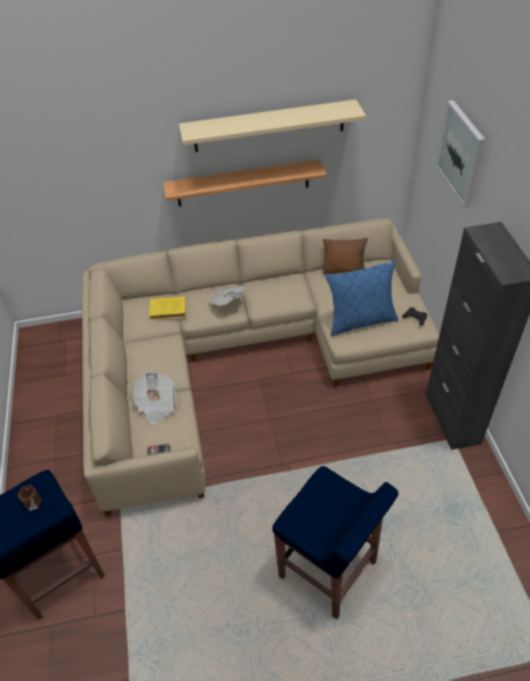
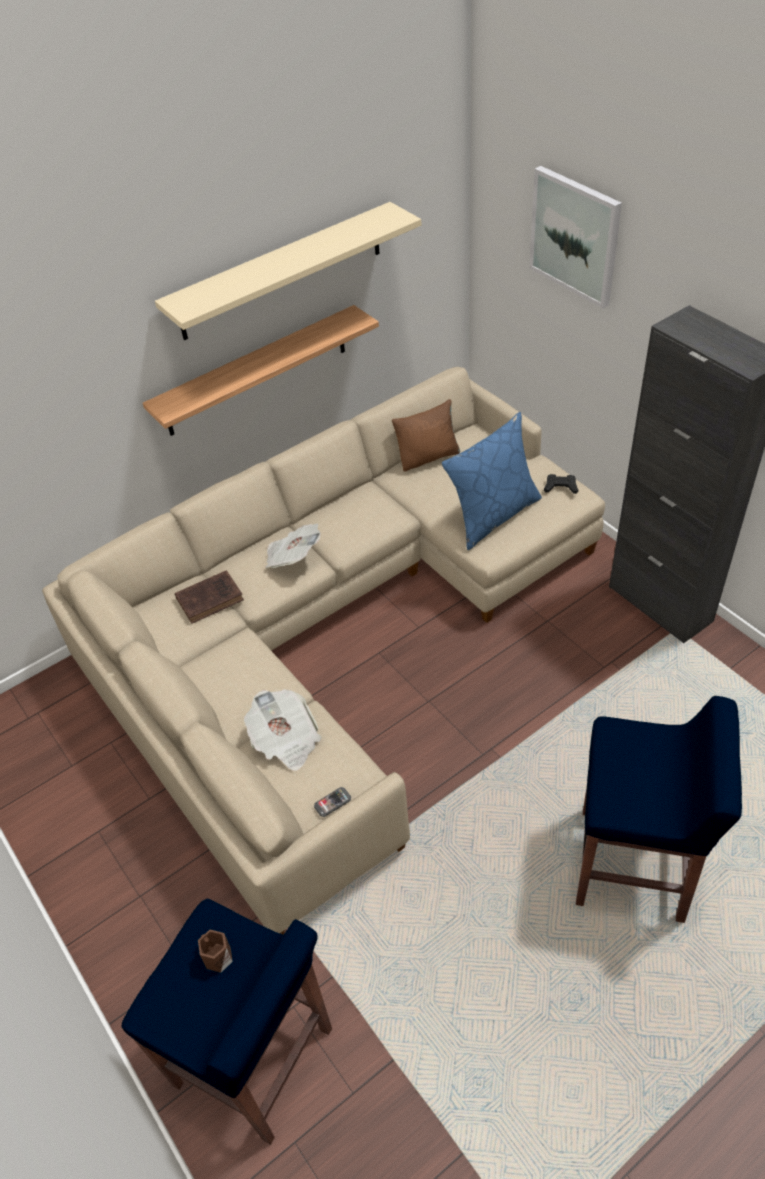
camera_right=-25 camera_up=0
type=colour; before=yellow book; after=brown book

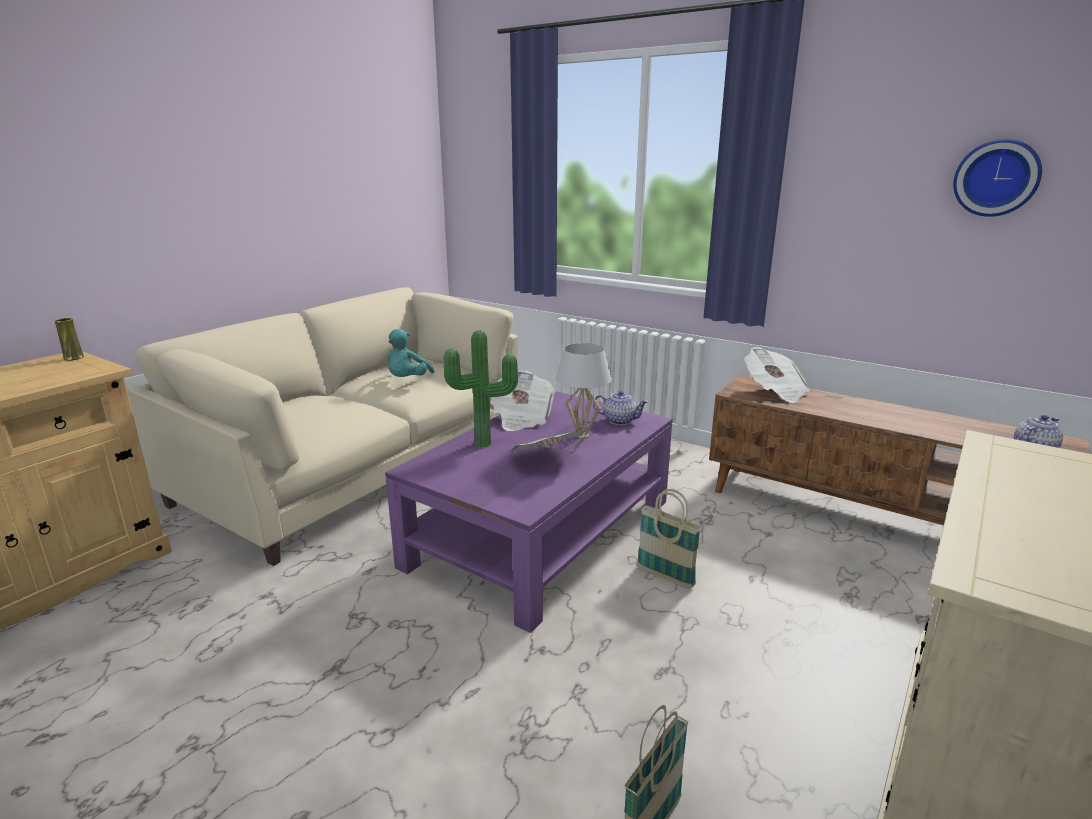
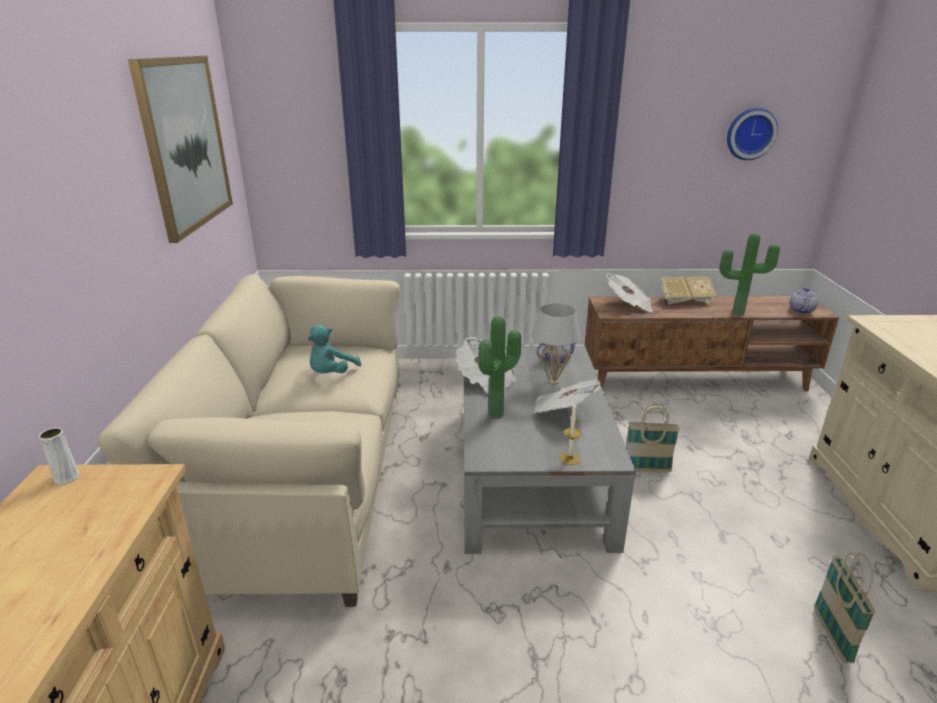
camera_right=-35 camera_up=5
type=colour; before=yellow vase; after=white vase
type=colour; before=purple coffee table; after=grey coffee table
type=spun; before=turquoise plush toy; turn=45
type=appeared; after=picture
type=appeared; after=candle
type=appeared; after=book
type=appeared; after=potted plant (no. 2 from left)

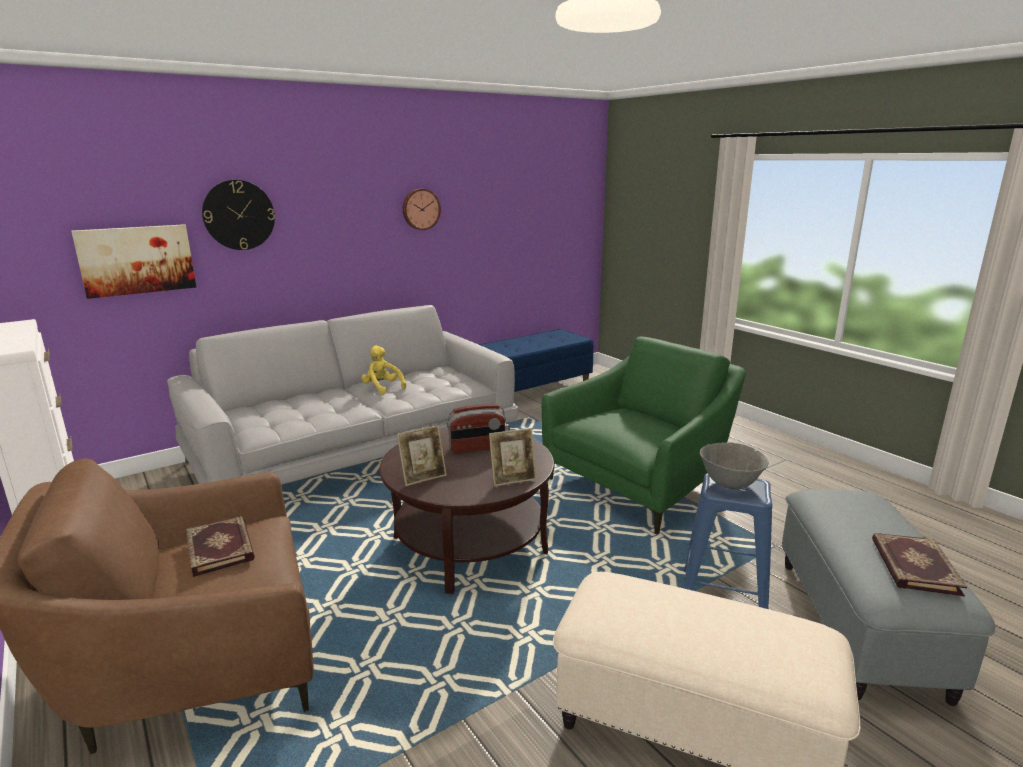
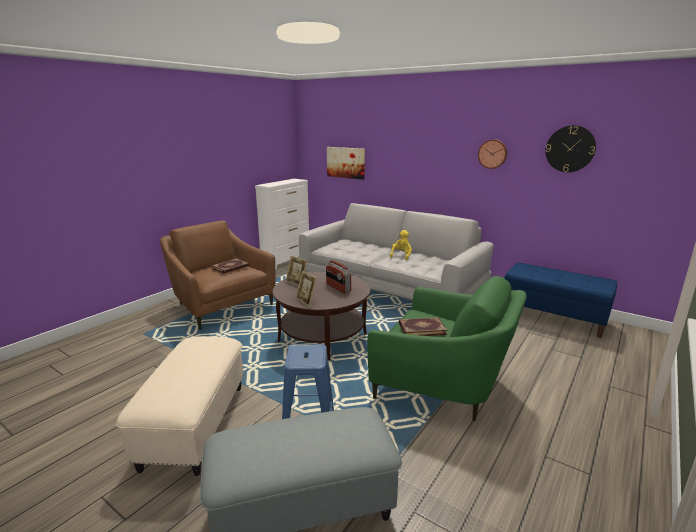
camera_right=70 camera_up=0
type=relocated; before=wall clock (no. 1 from left in the first image); after=wall clock (no. 2 from left)
type=missing; before=grey bowl
type=relocated; before=book (no. 2 from left)

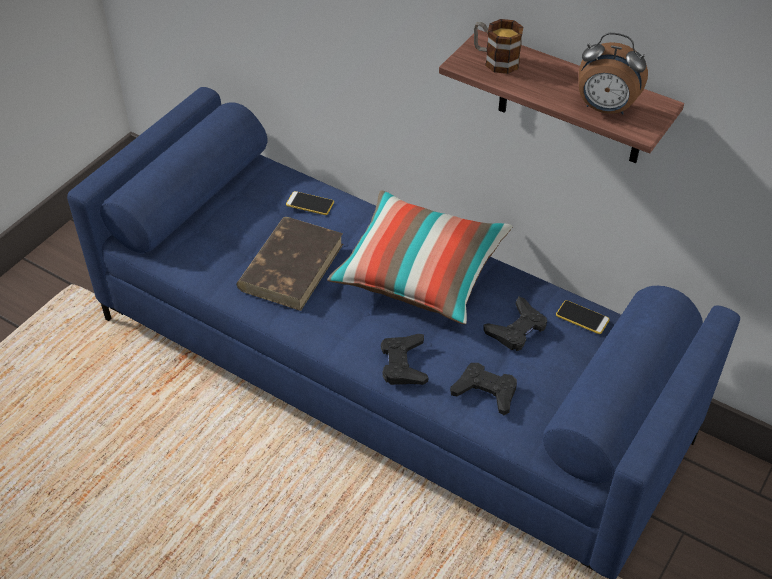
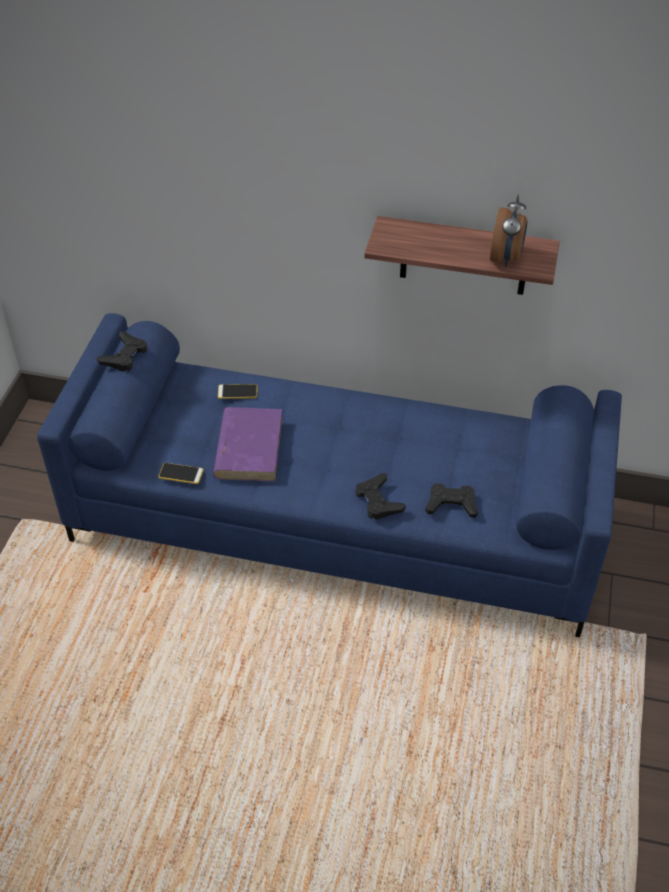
camera_right=-20 camera_up=0
type=colour; before=brown book; after=purple book
type=missing; before=pillow
type=missing; before=mug
type=relocated; before=black game controller (no. 3 from left in the first image); after=black game controller (no. 1 from left)
type=relocated; before=phone (no. 2 from left in the first image); after=phone (no. 1 from left)
type=spun; before=alarm clock; turn=-75

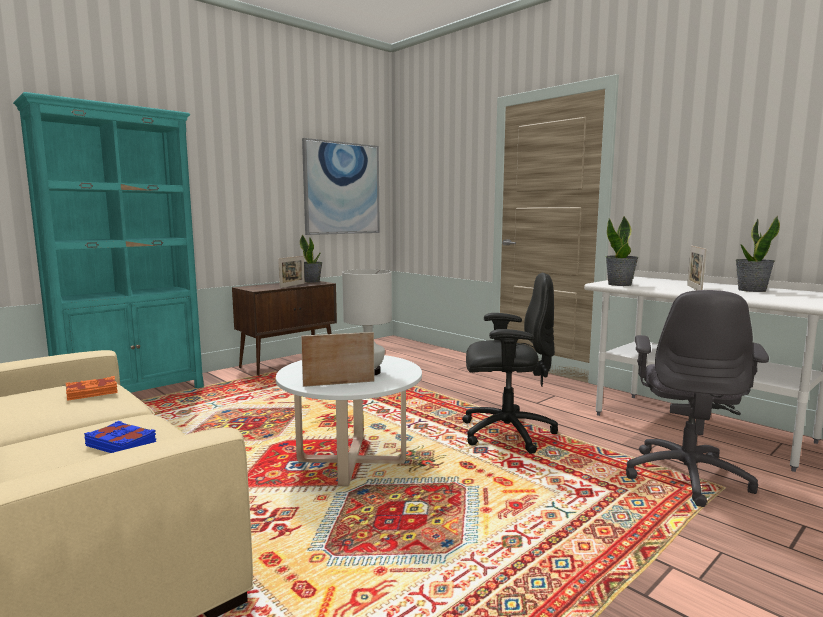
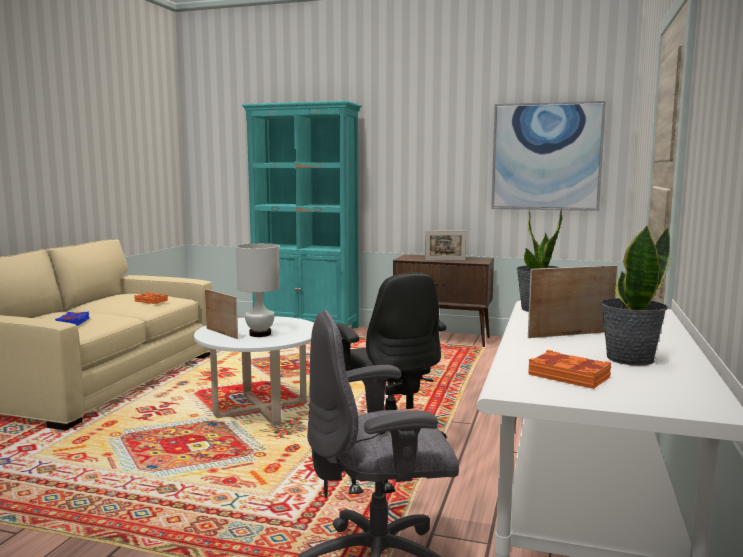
camera_right=60 camera_up=0
type=missing; before=potted plant (no. 1 from left)
type=appeared; after=orange book (no. 2 from left)

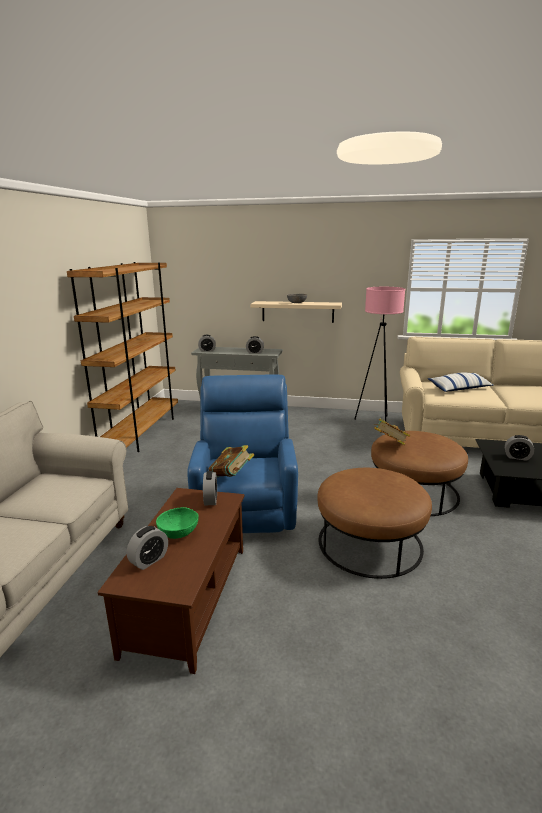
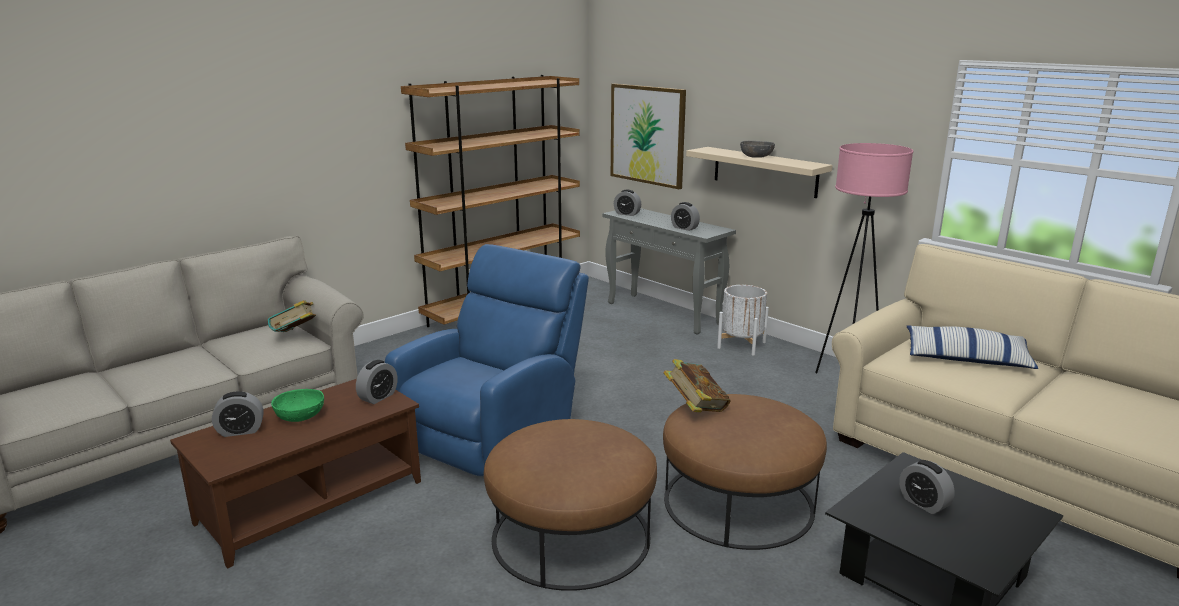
camera_right=35 camera_up=0
type=relocated; before=book (no. 1 from left)
type=appeared; after=picture
type=appeared; after=white planter

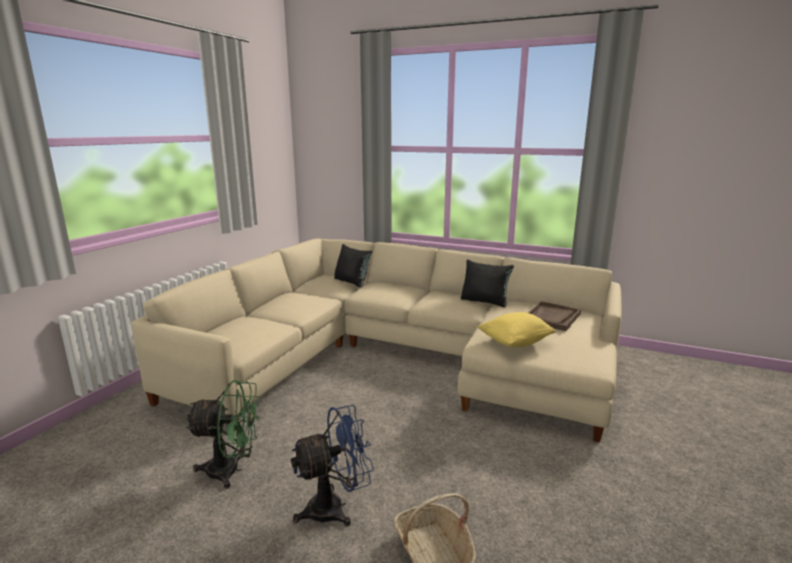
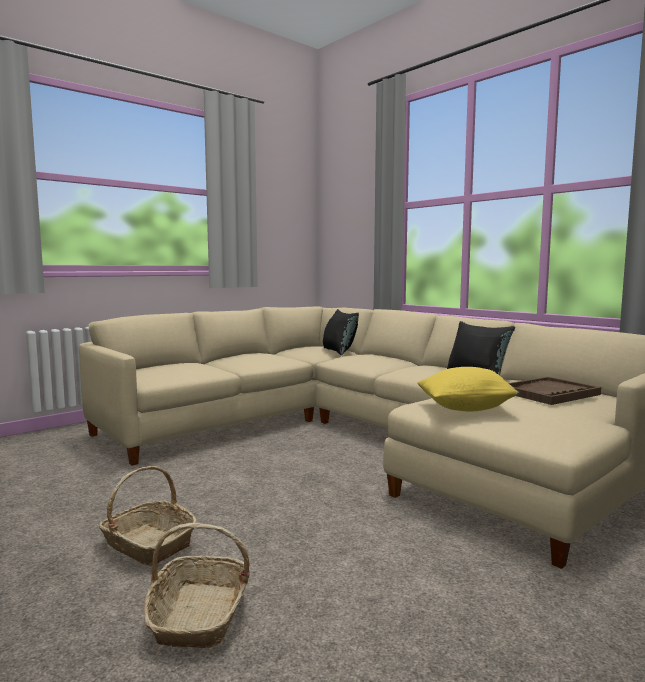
camera_right=25 camera_up=-10
type=missing; before=green fan
type=exchanged; before=blue fan; after=basket (no. 1 from left)

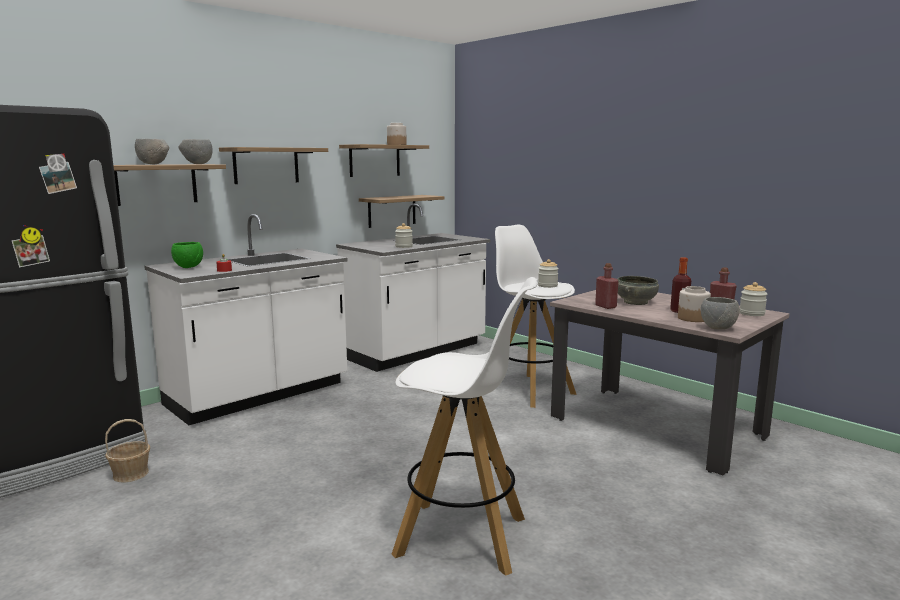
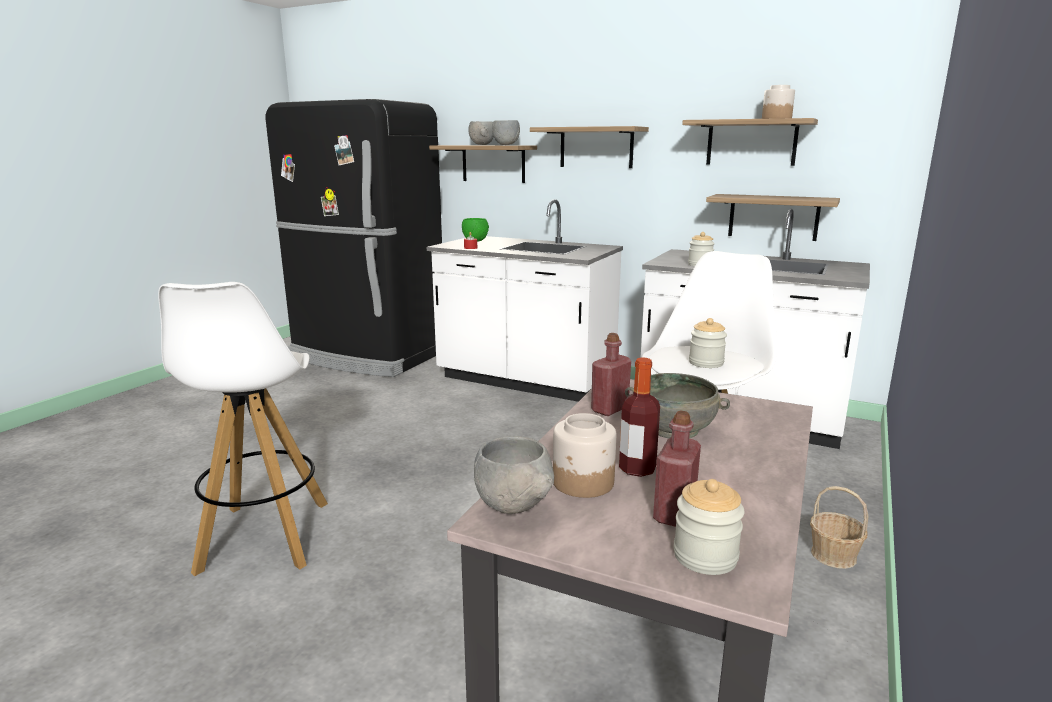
camera_right=70 camera_up=5
type=relocated; before=basket

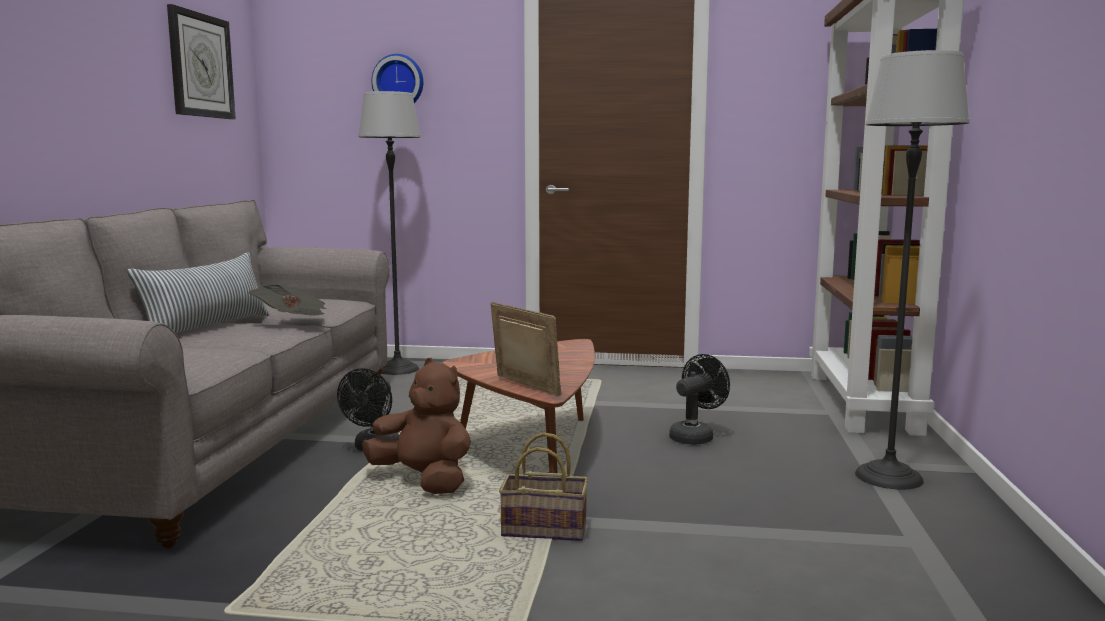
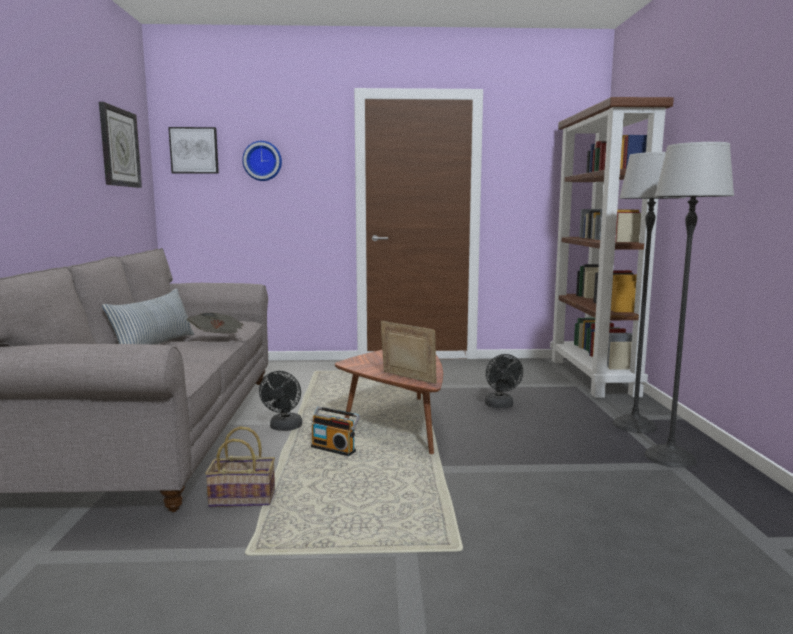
camera_right=-10 camera_up=0
type=relocated; before=floor lamp (no. 1 from left in the first image); after=floor lamp (no. 2 from left)
type=exchanged; before=brown plush toy; after=radio
type=relocated; before=basket
type=spun; before=black fan (no. 2 from left); turn=135
type=appeared; after=picture

